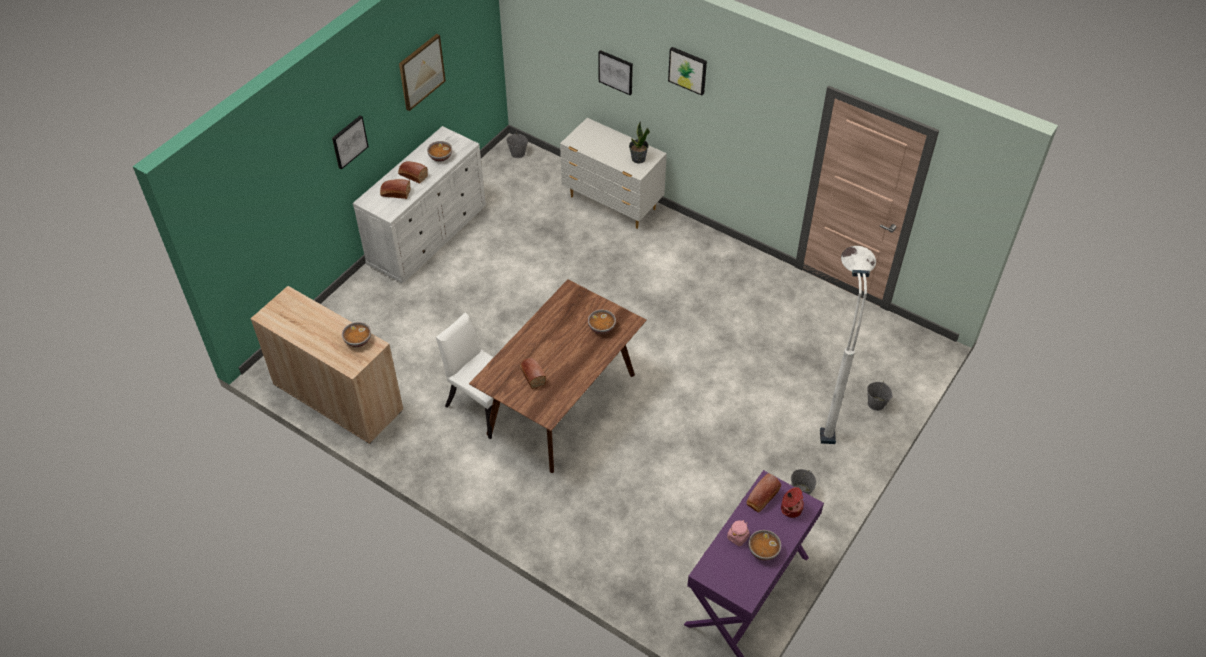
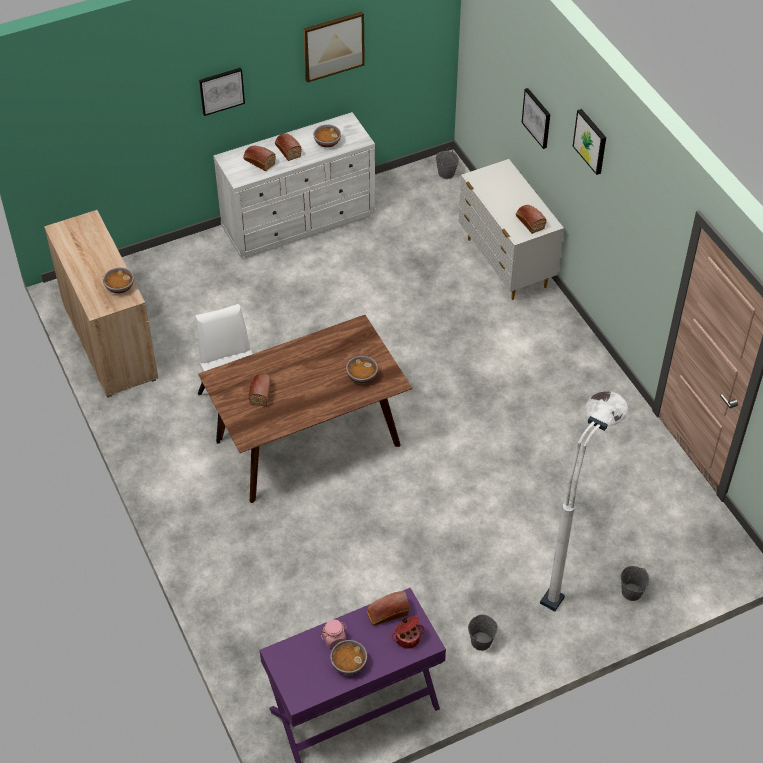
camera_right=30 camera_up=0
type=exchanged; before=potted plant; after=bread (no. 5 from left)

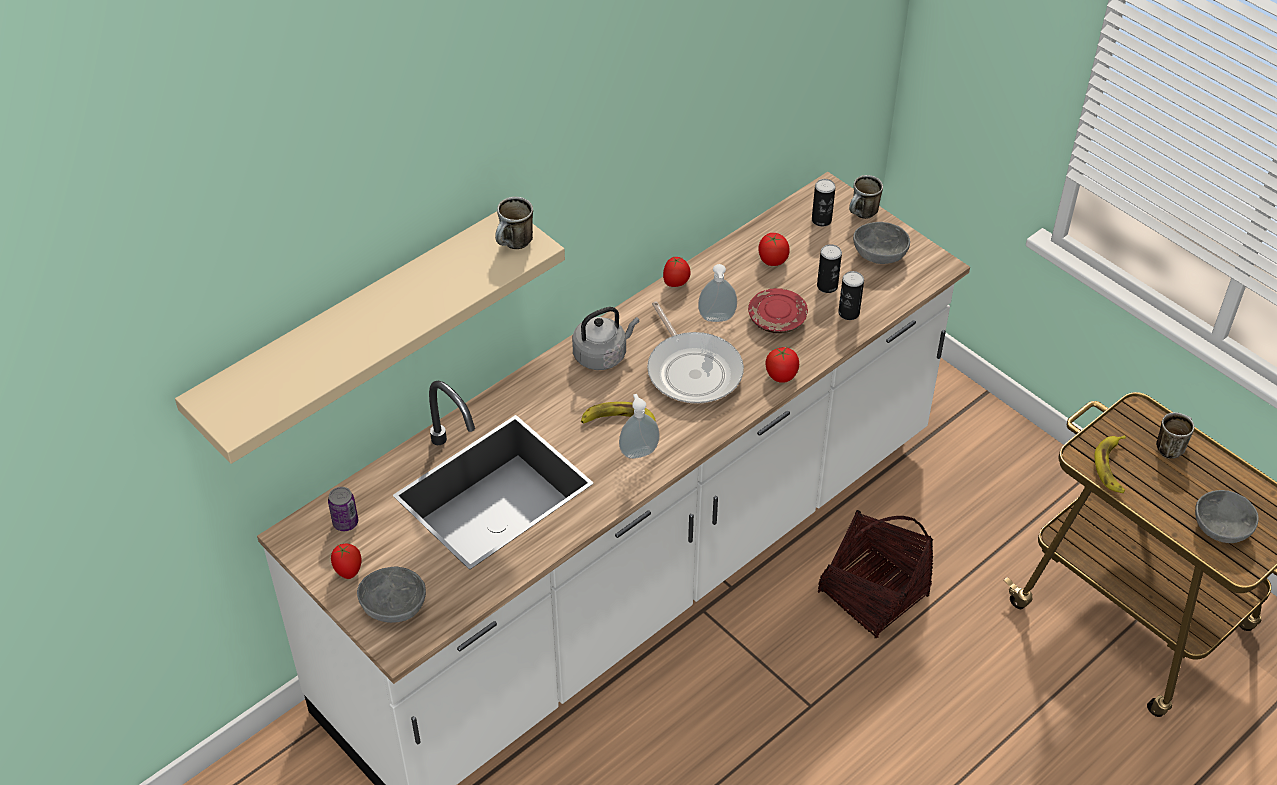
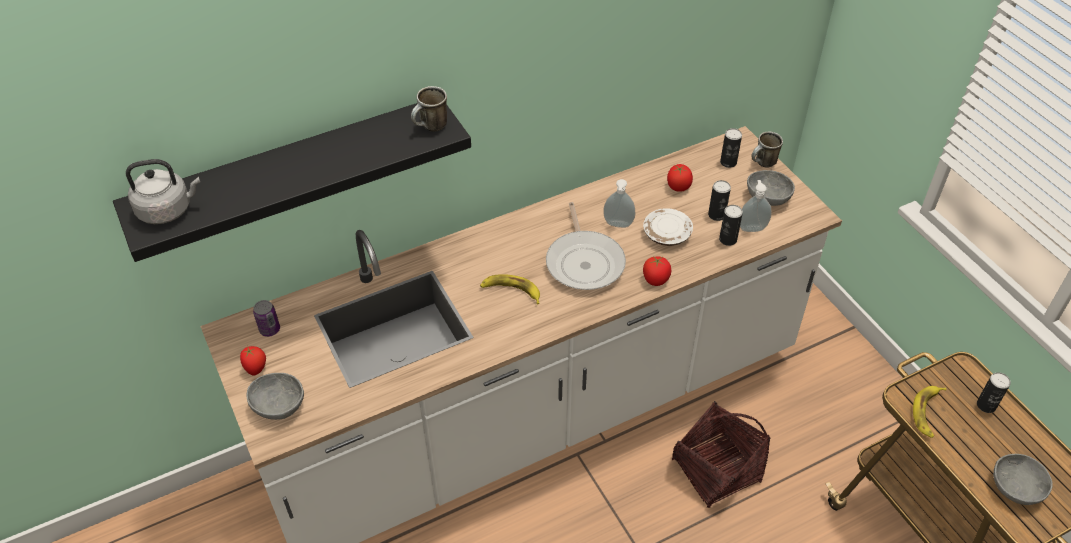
camera_right=15 camera_up=0
type=colour; before=beige shelf; after=black shelf
type=relocated; before=grey kettle
type=relocated; before=soap dispenser (no. 1 from left in the first image); after=soap dispenser (no. 2 from left)
type=missing; before=tomato (no. 2 from left)
type=colour; before=red plate; after=white plate
type=exchanged; before=mug (no. 3 from left); after=can (no. 5 from left)

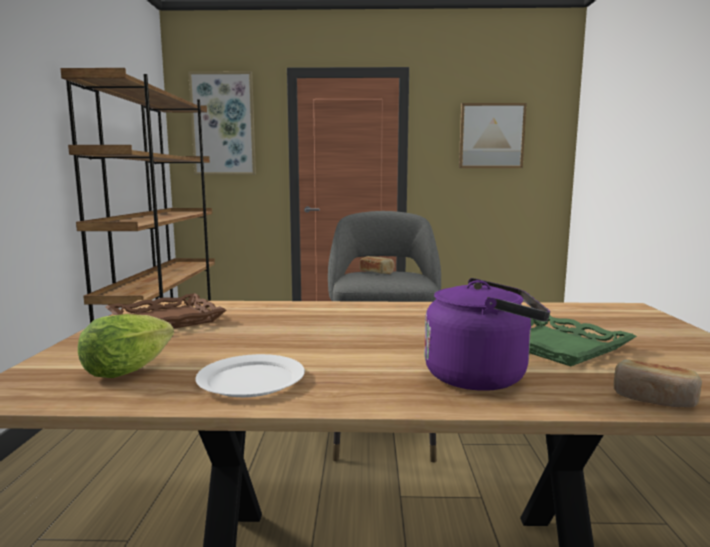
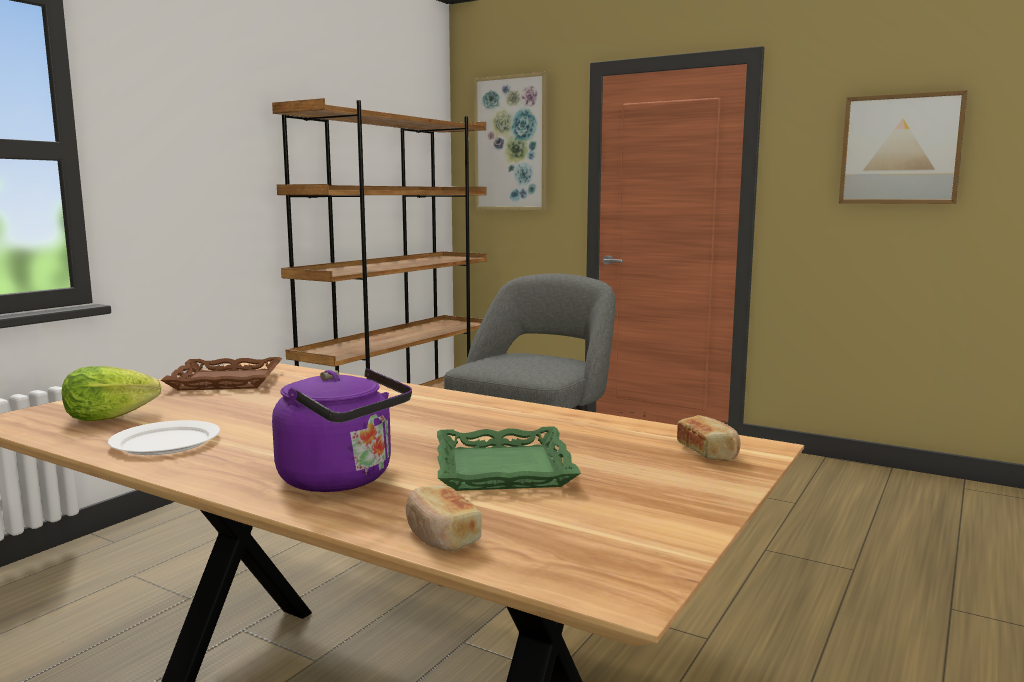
camera_right=30 camera_up=0
type=relocated; before=bread (no. 1 from left in the first image); after=bread (no. 2 from left)

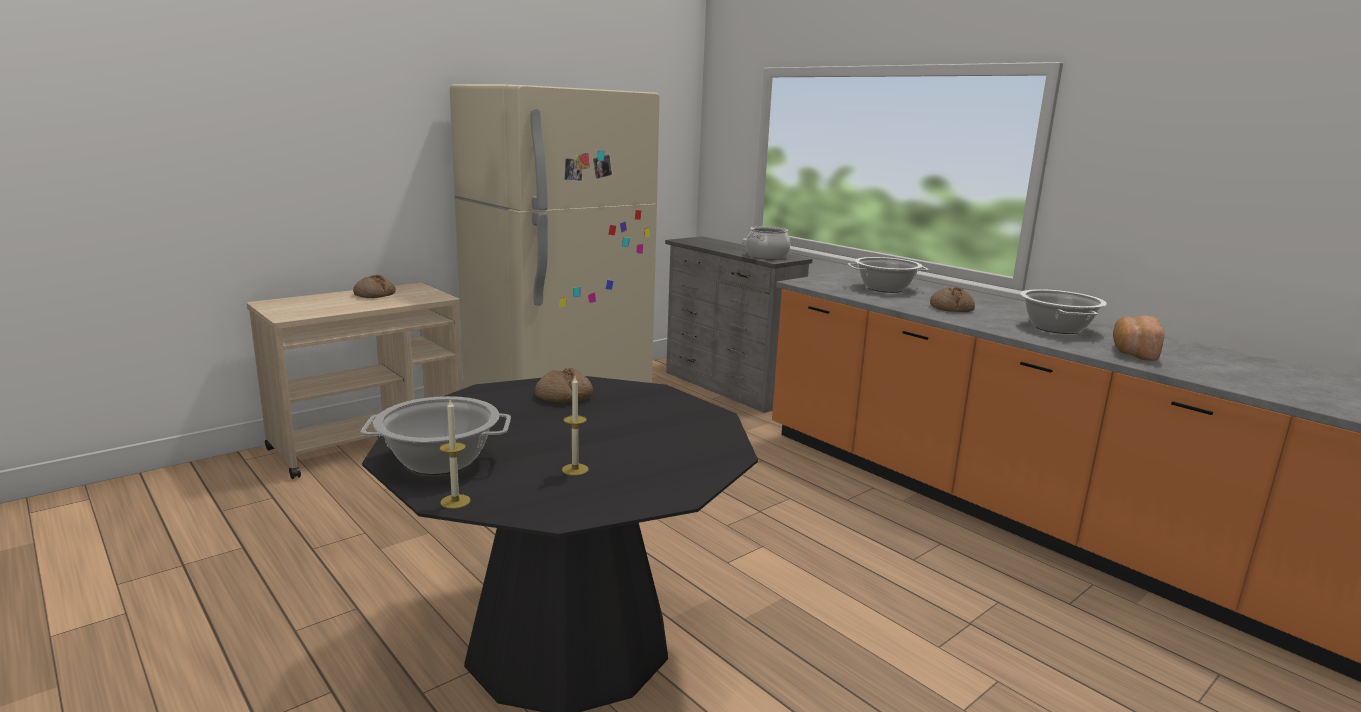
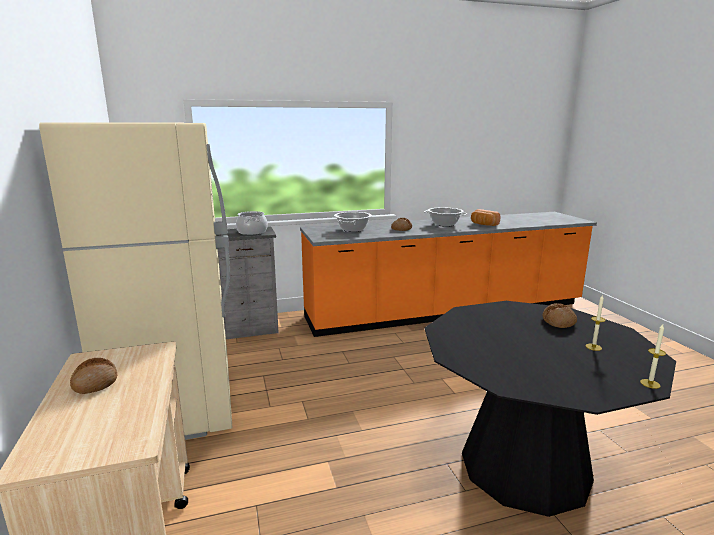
camera_right=-65 camera_up=0
type=missing; before=cooking pot (no. 1 from left)
type=relocated; before=bread (no. 2 from left in the first image); after=bread (no. 4 from left)

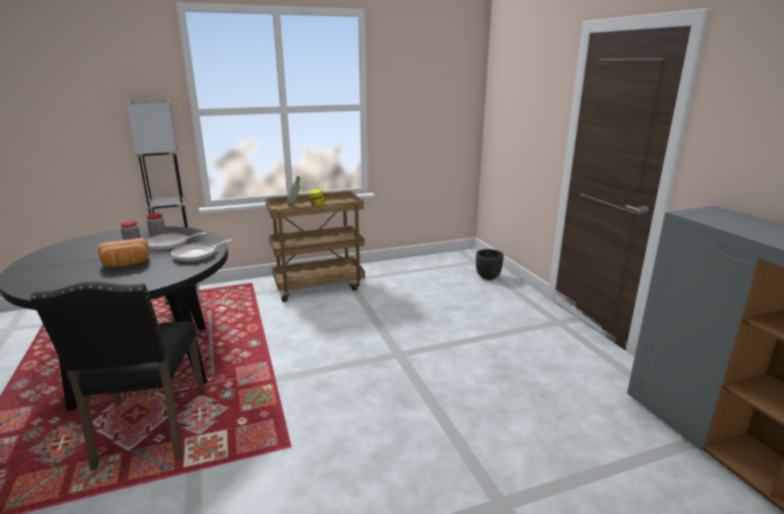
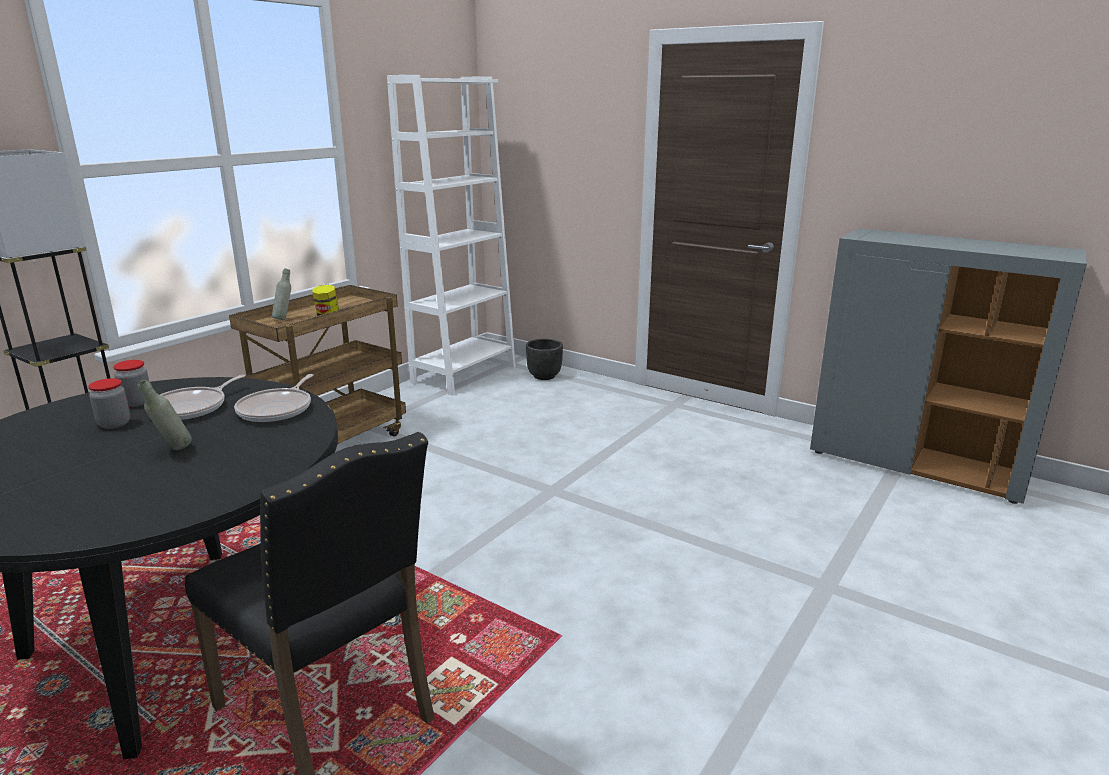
camera_right=-35 camera_up=0
type=exchanged; before=bread; after=grey bottle (no. 1 from left)
type=appeared; after=white bookcase

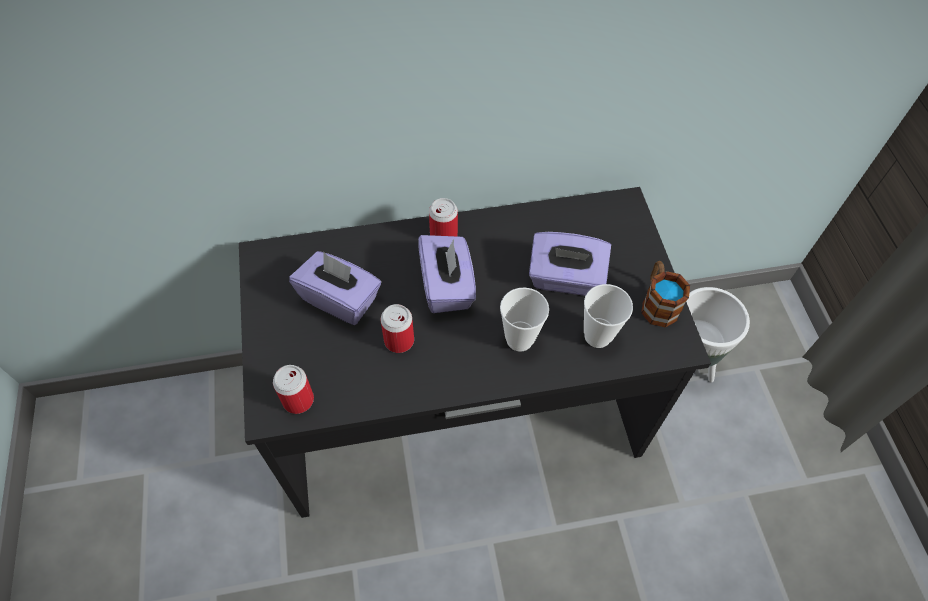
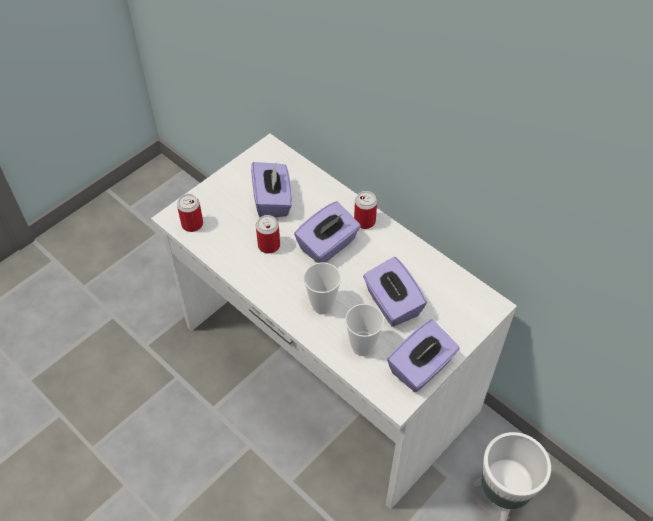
camera_right=55 camera_up=-5
type=colour; before=black desk; after=white desk
type=exchanged; before=mug; after=purple tissue box (no. 4 from left)

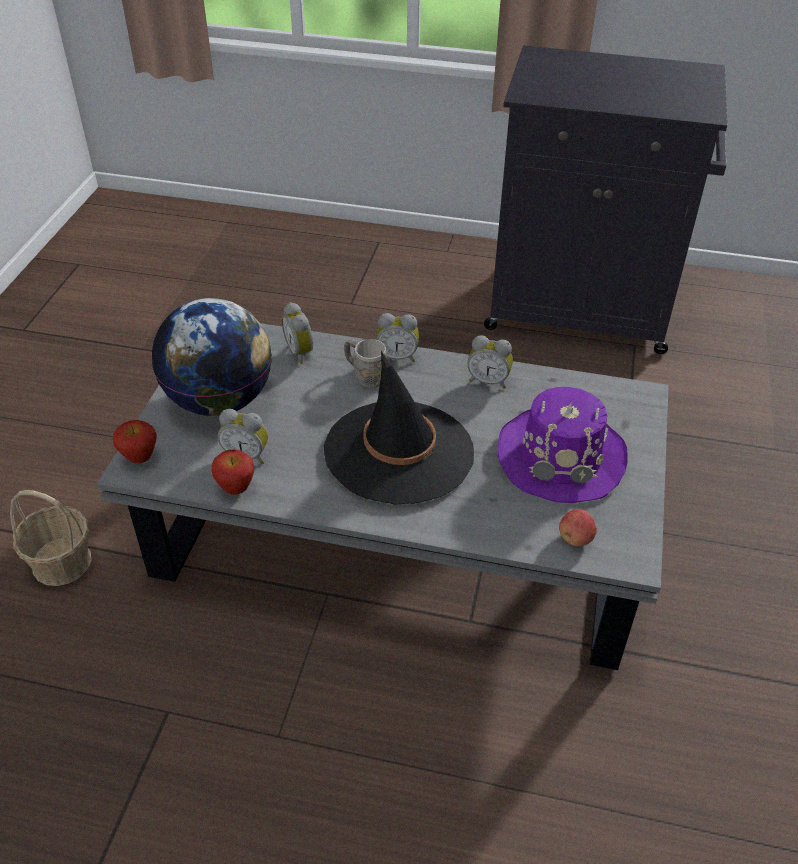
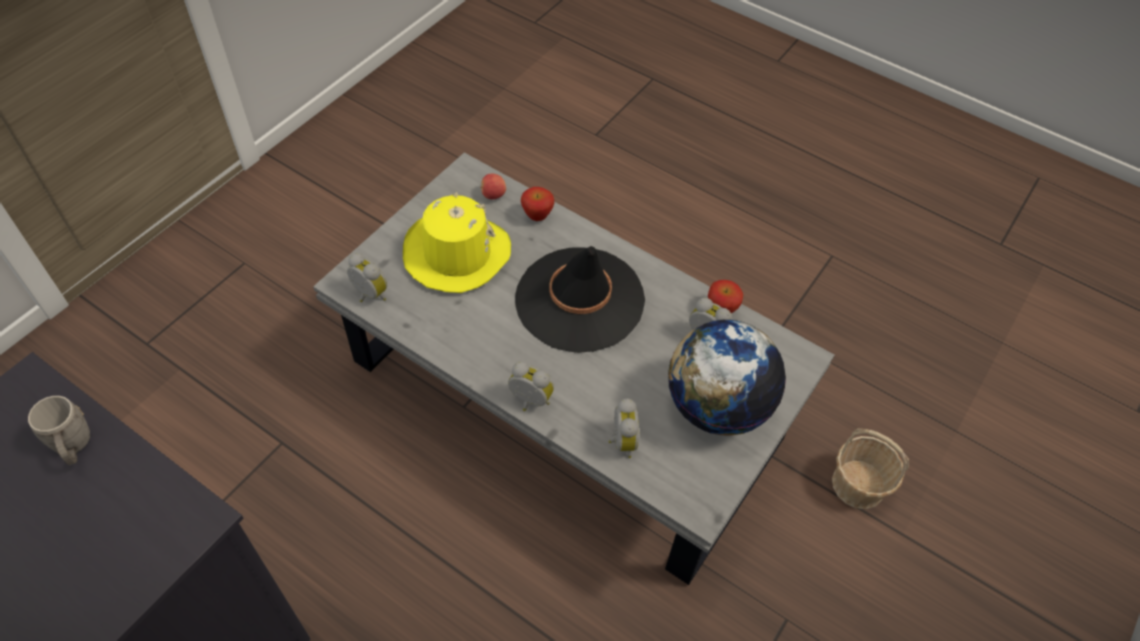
camera_right=-160 camera_up=10
type=relocated; before=apple (no. 1 from left in the first image); after=apple (no. 2 from left)
type=relocated; before=grey mug
type=relocated; before=alarm clock (no. 4 from left in the first image); after=alarm clock (no. 1 from left)
type=colour; before=purple hat; after=yellow hat

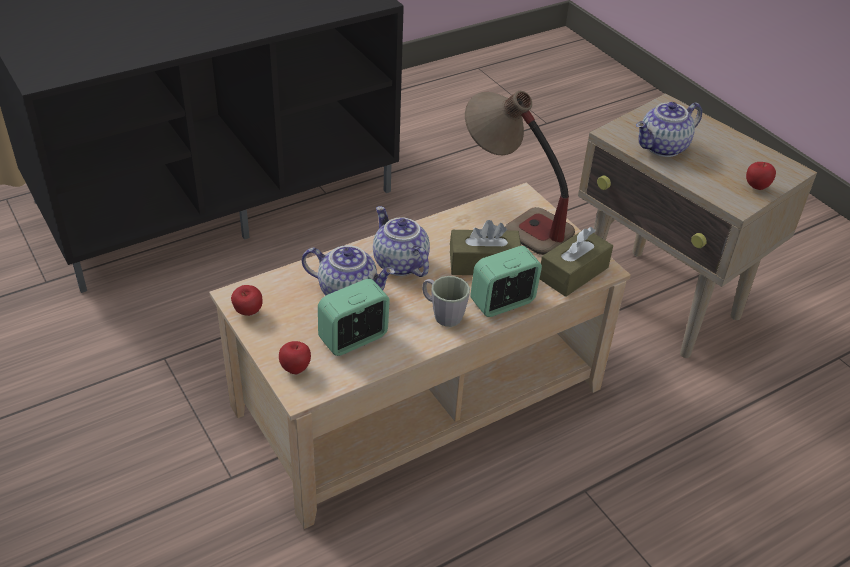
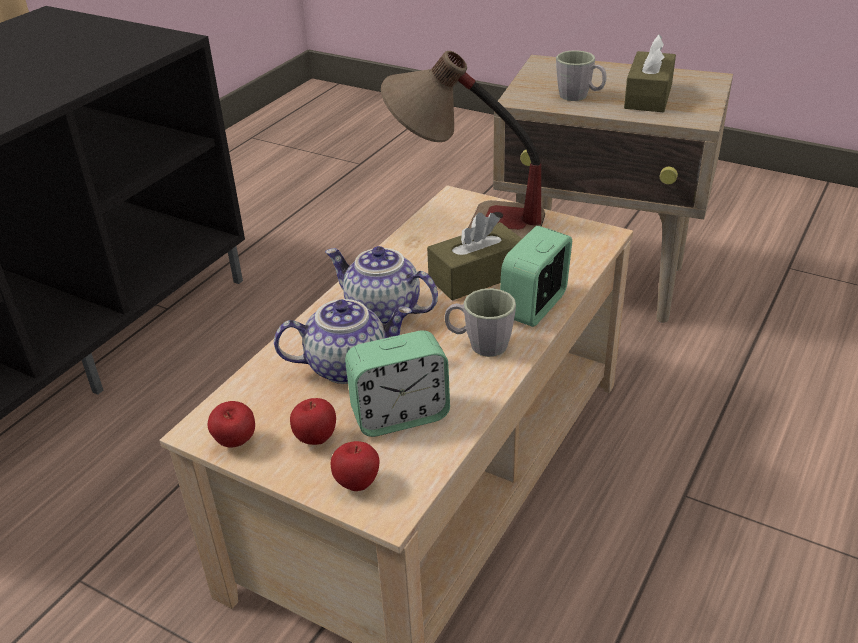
camera_right=-25 camera_up=-5
type=spun; before=alarm clock (no. 1 from left); turn=-135
type=relocated; before=brown tissue box (no. 2 from left)
type=exchanged; before=teapot (no. 3 from left); after=grey mug (no. 2 from left)
type=relocated; before=apple (no. 3 from left in the first image); after=apple (no. 2 from left)

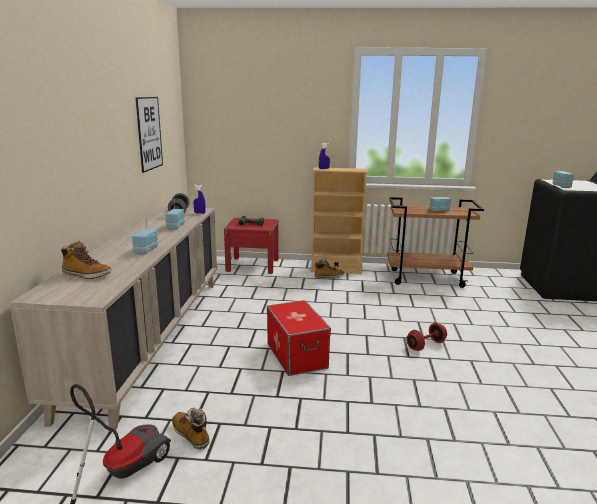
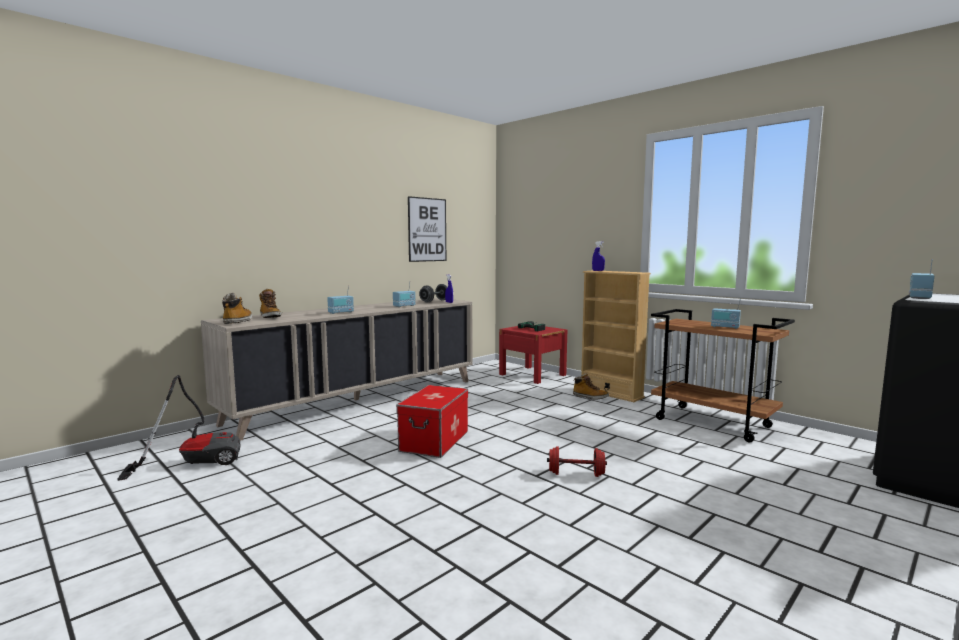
camera_right=40 camera_up=-10
type=relocated; before=boot (no. 2 from left in the first image); after=boot (no. 1 from left)

